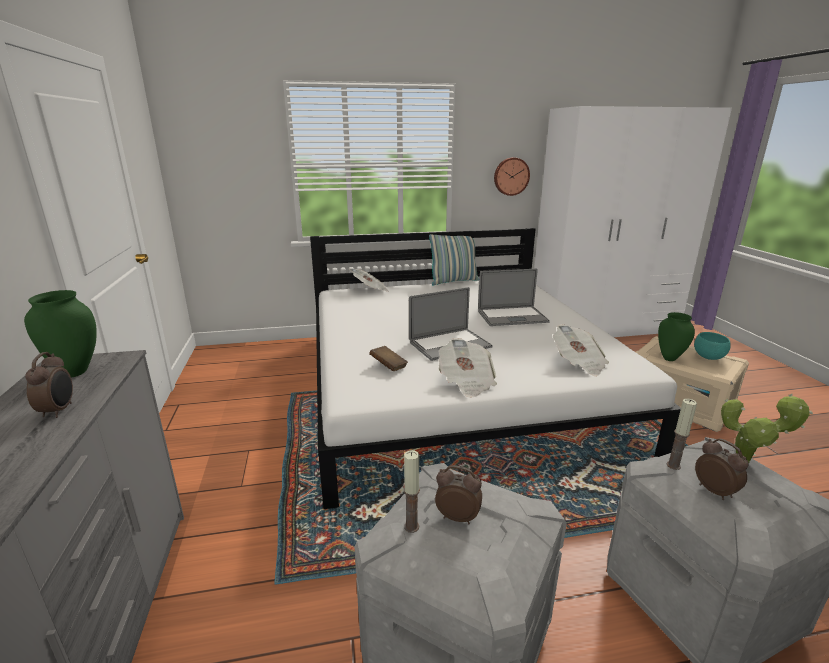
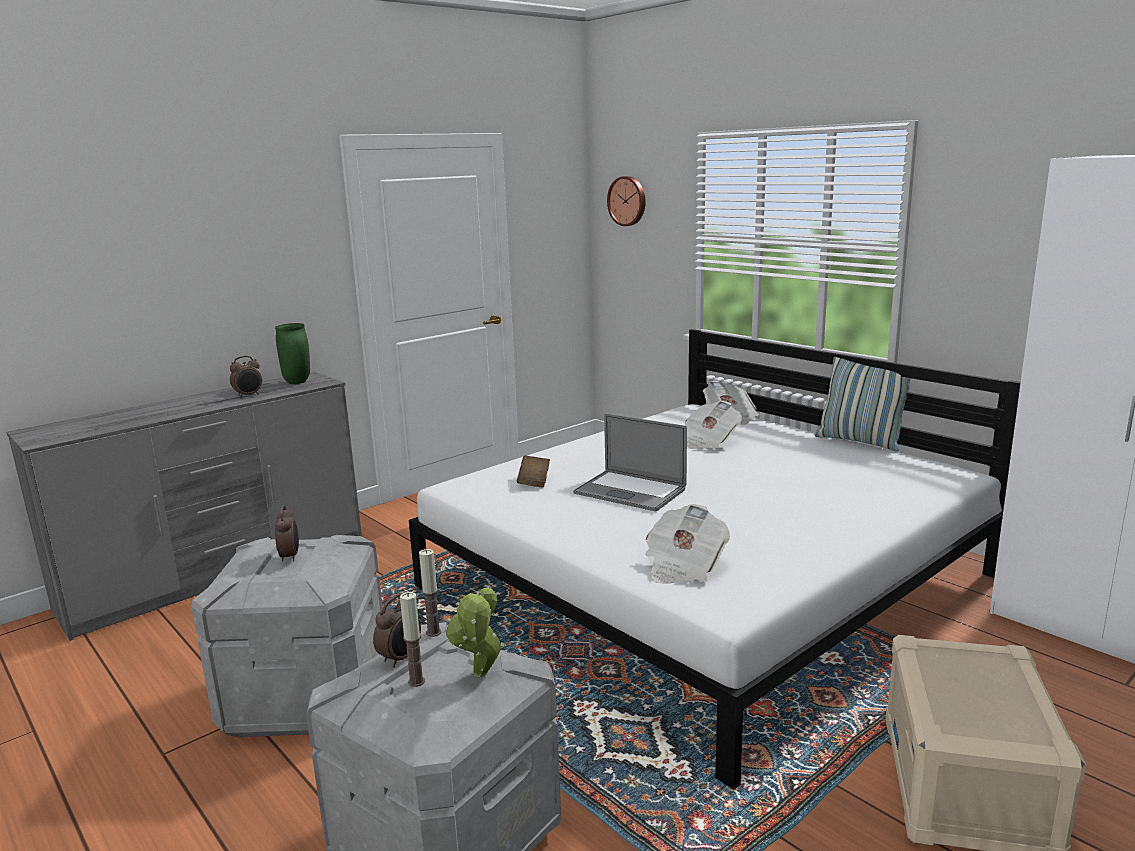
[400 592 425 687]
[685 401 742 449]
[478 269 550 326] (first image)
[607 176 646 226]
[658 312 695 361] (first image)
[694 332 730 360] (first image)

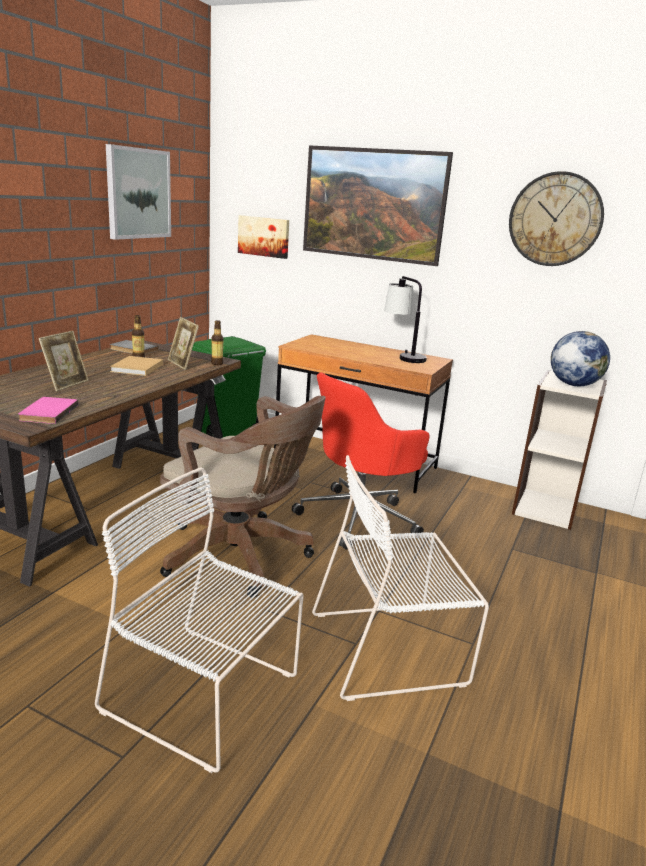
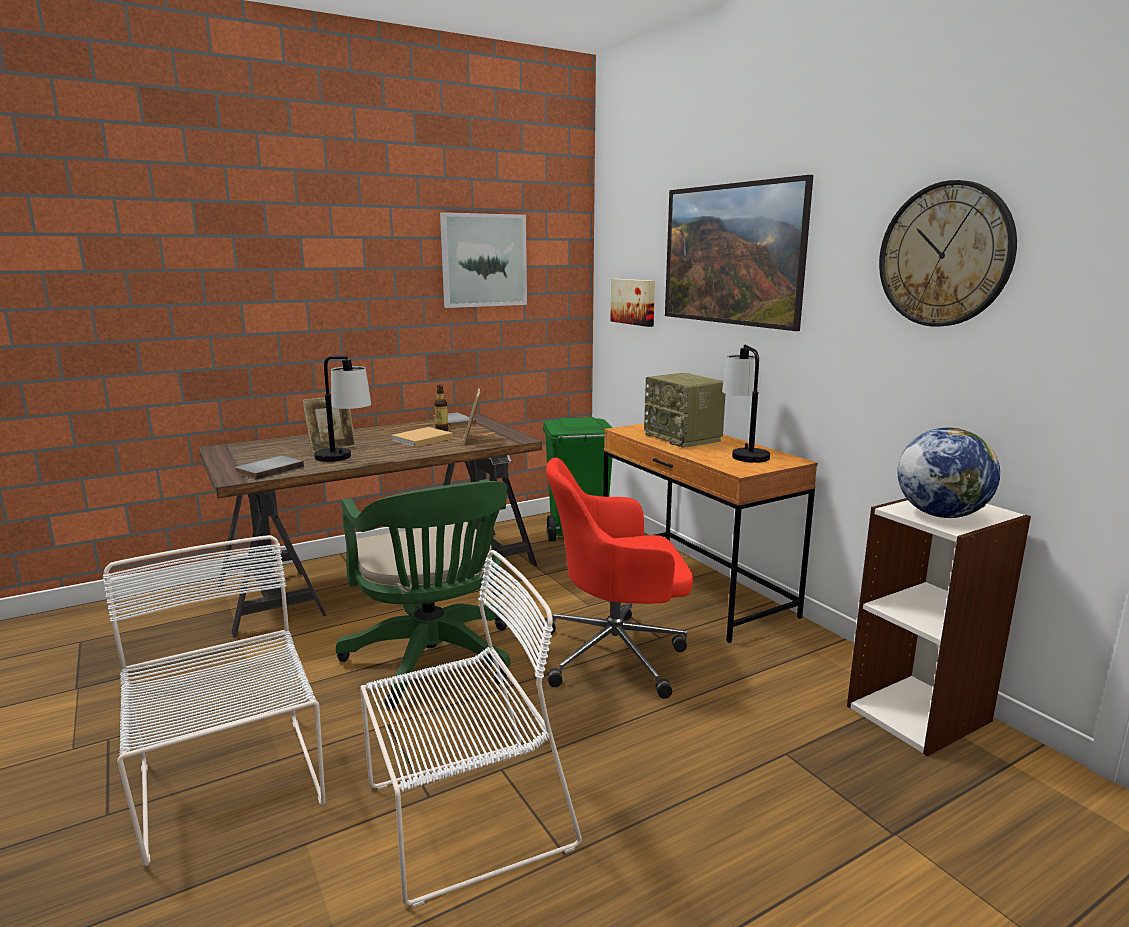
[235 456 304 480]
[336 479 510 708]
[211 320 224 365] (first image)
[360 550 582 907]
[314 356 371 462]
[644 373 725 448]

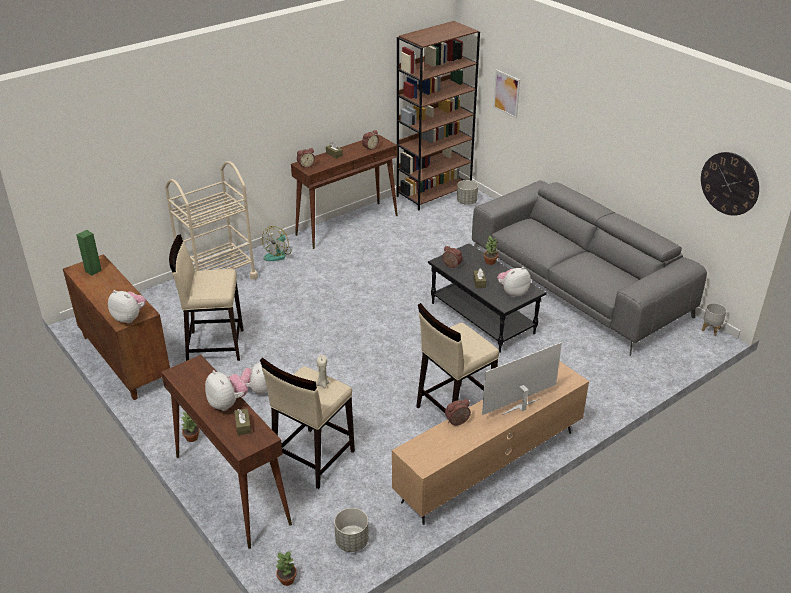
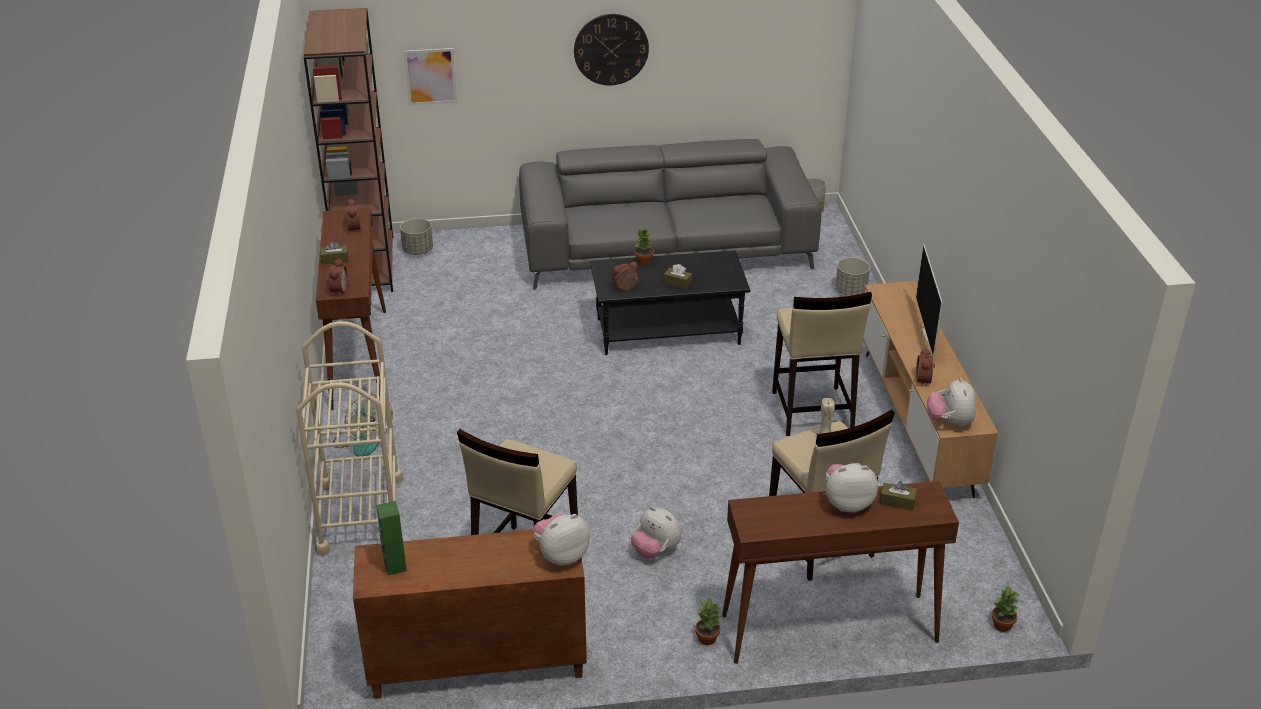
[835 257 870 296]
[927 378 976 428]
[574 14 649 85]

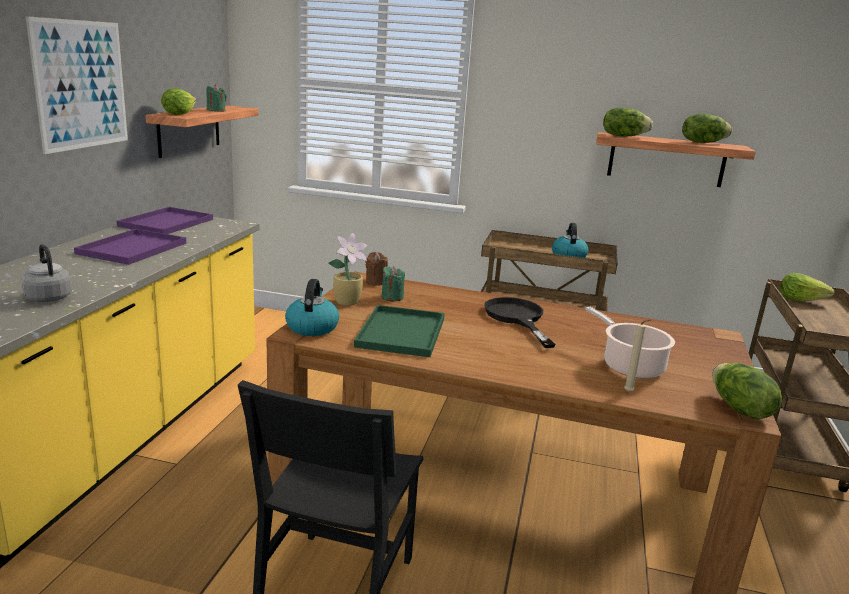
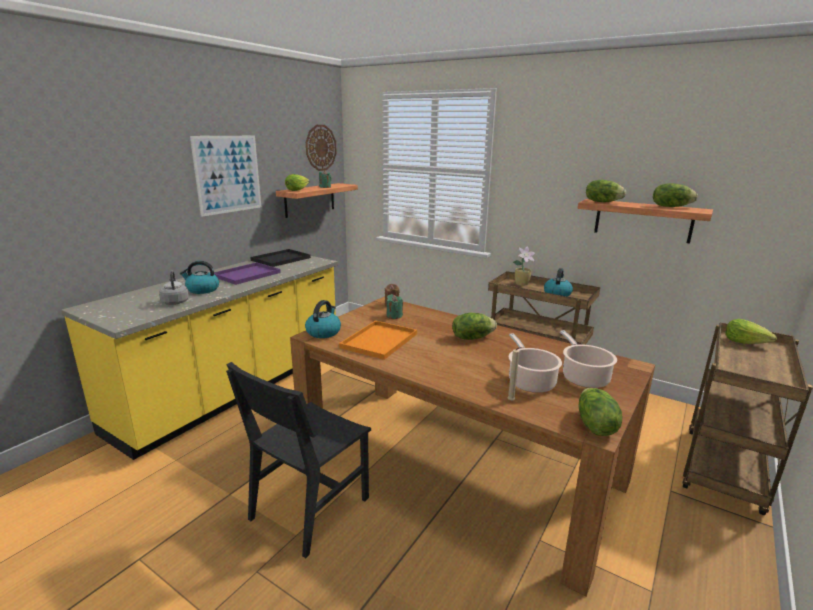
[250 249 311 267]
[513 246 535 286]
[339 321 417 360]
[452 313 497 340]
[180 261 219 294]
[306 125 337 171]
[560 330 617 388]

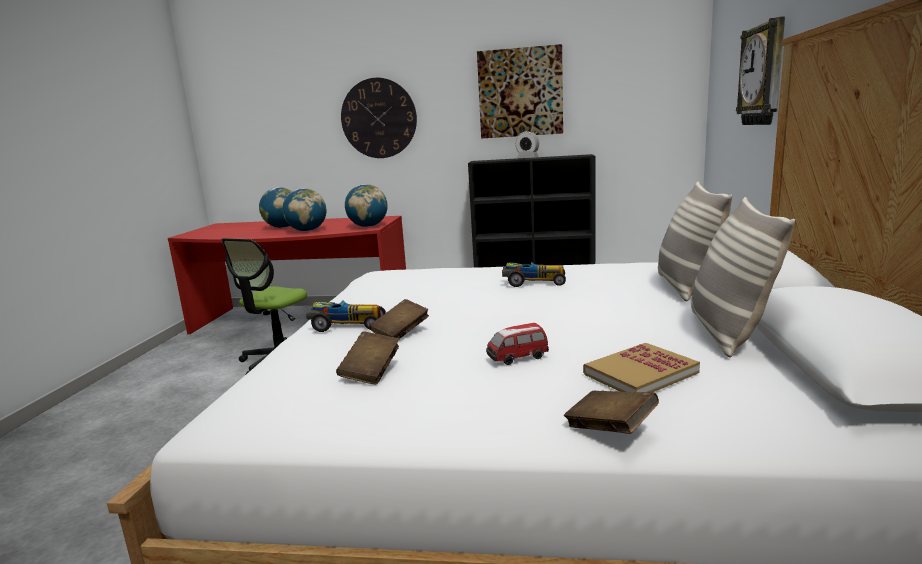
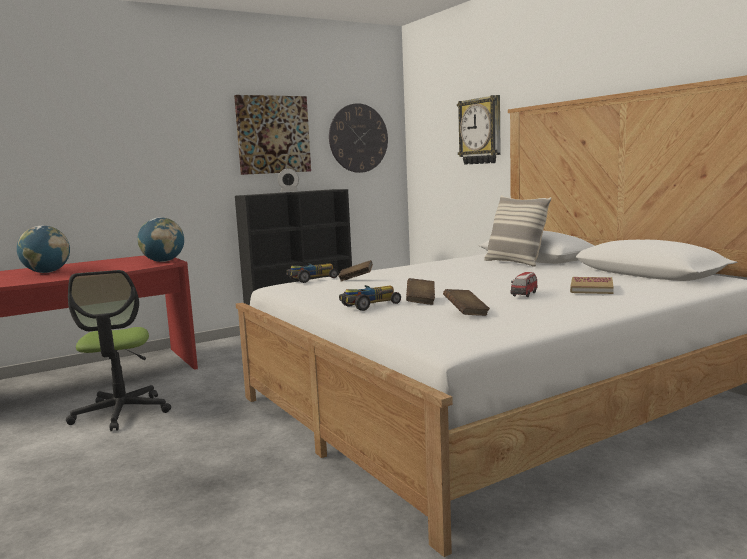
[282 188 326 231] (first image)
[329 103 388 173]
[286 263 338 283]
[338 260 373 282]
[691 197 795 357] (first image)

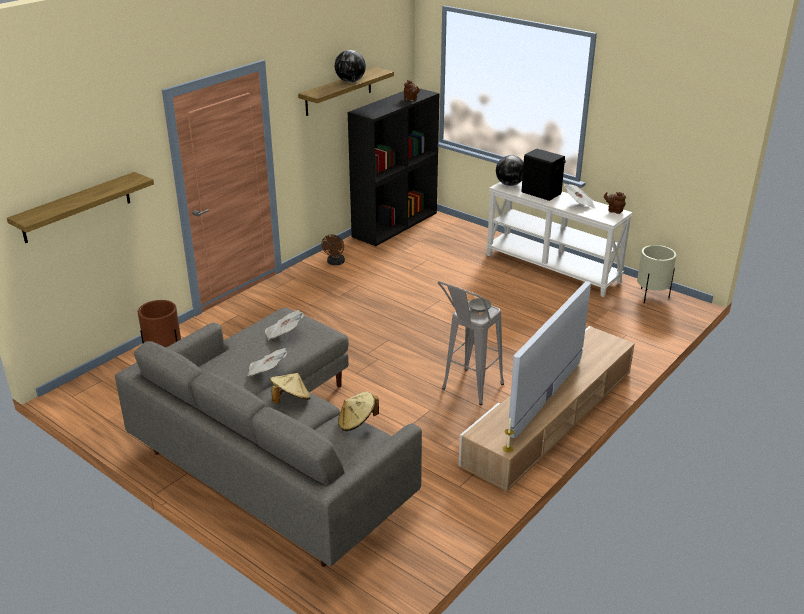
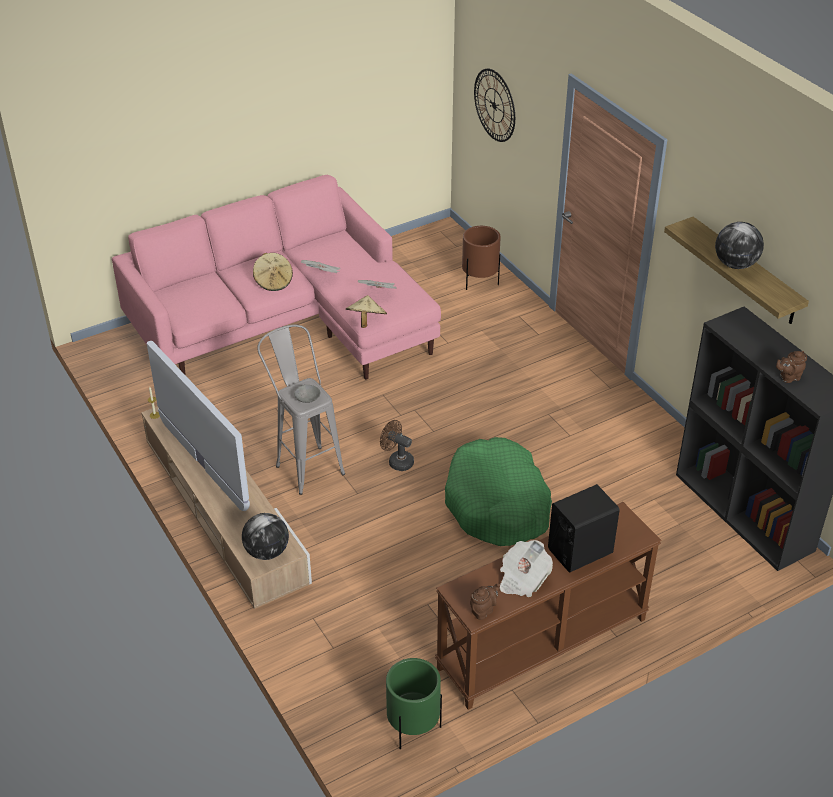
[474 69 515 142]
[112 175 441 379]
[380 420 414 471]
[346 295 387 328]
[435 502 662 710]
[242 513 289 560]
[386 658 442 749]
[445 437 552 546]

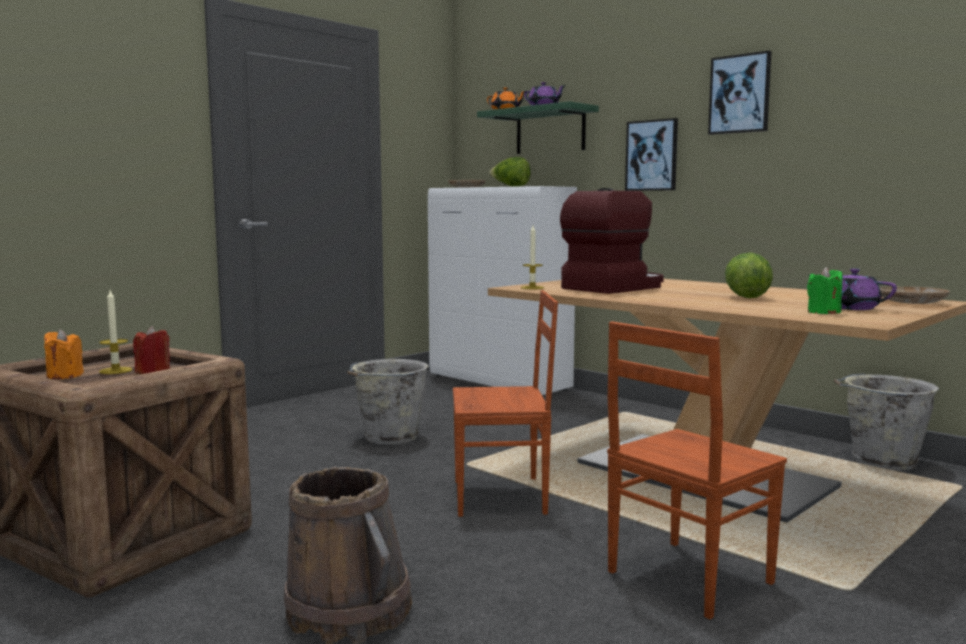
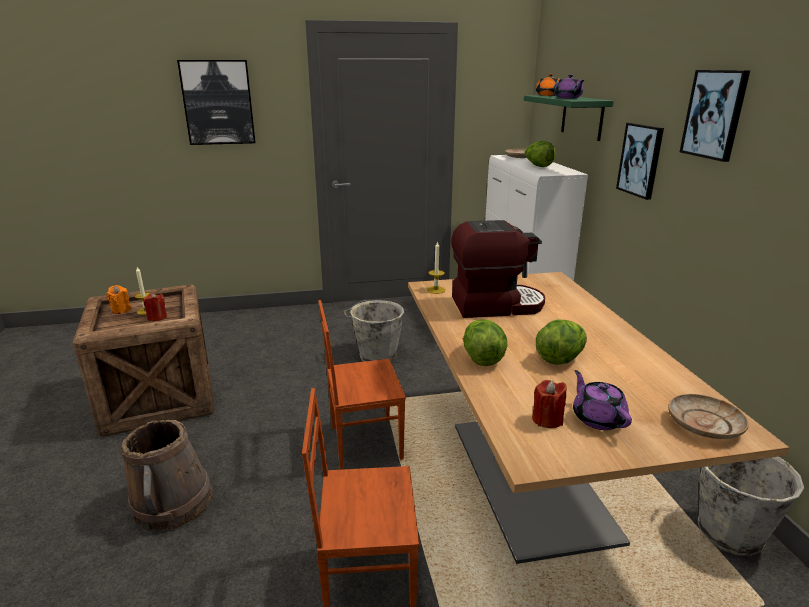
[318 300 406 470]
[532 380 567 428]
[177 60 256 145]
[463 319 508 366]

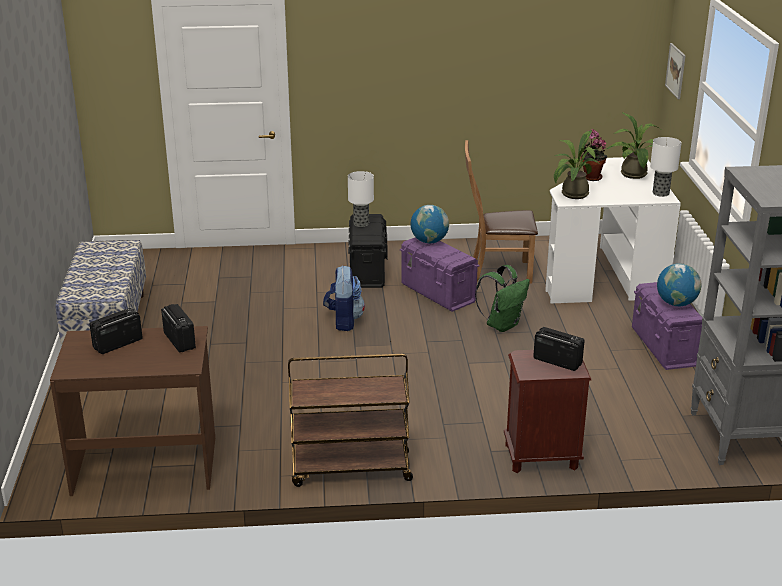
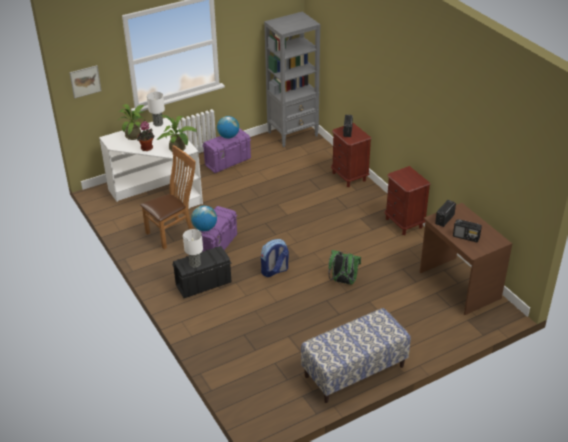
[385 166 431 235]
[140 145 196 249]
[328 250 361 284]

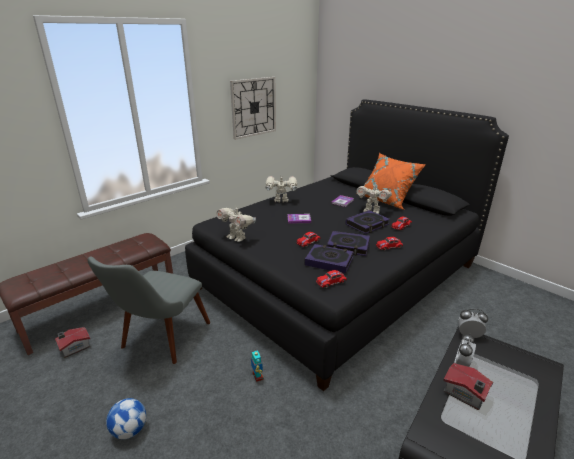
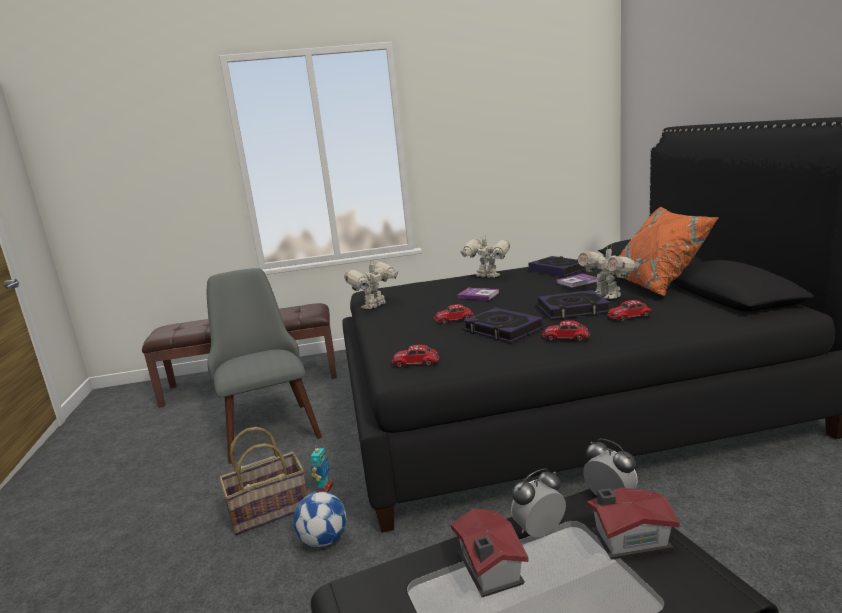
[587 487 680 560]
[207 268 322 464]
[293 491 346 547]
[344 260 398 309]
[230 77 276 140] (first image)
[528 256 586 277]
[219 427 307 535]

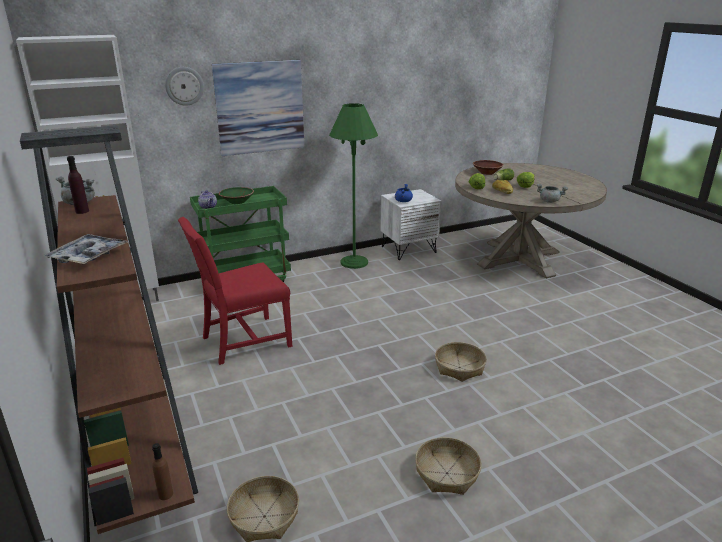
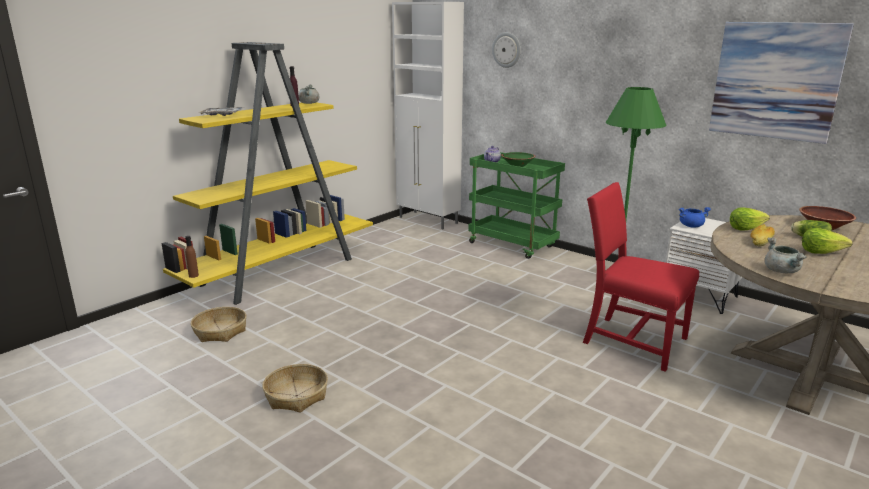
[162 42 373 305]
[583 182 699 372]
[709 22 854 144]
[435 342 487 382] (first image)

